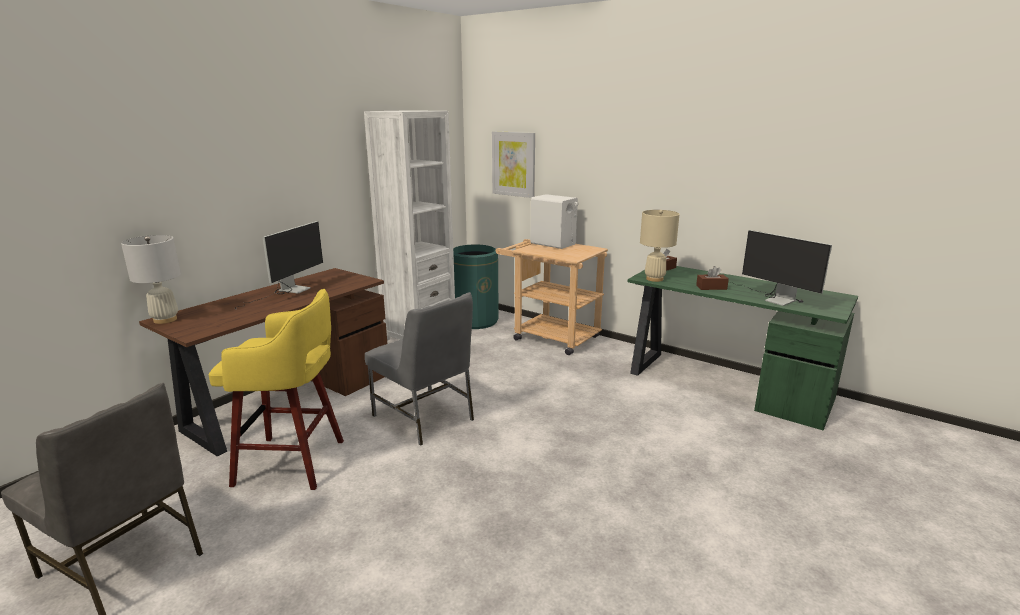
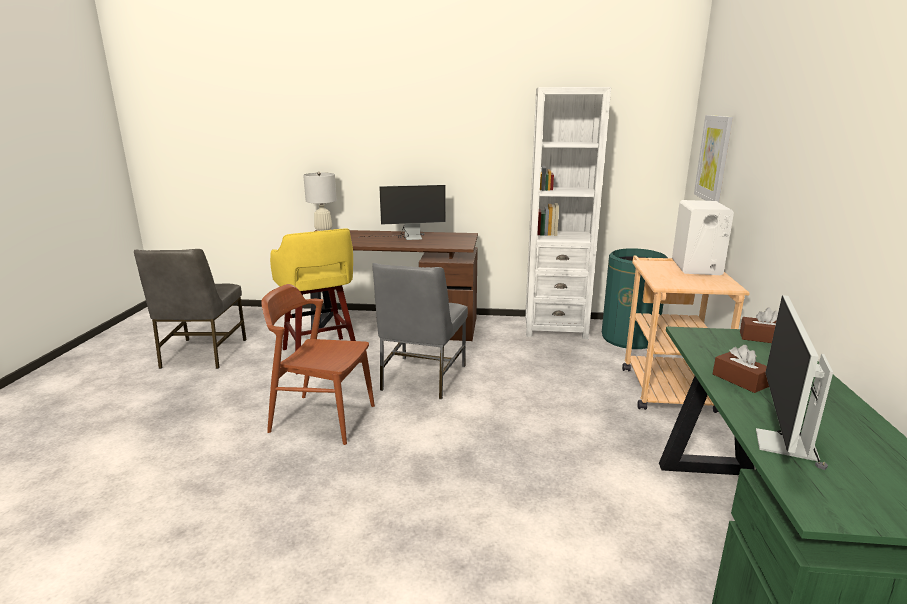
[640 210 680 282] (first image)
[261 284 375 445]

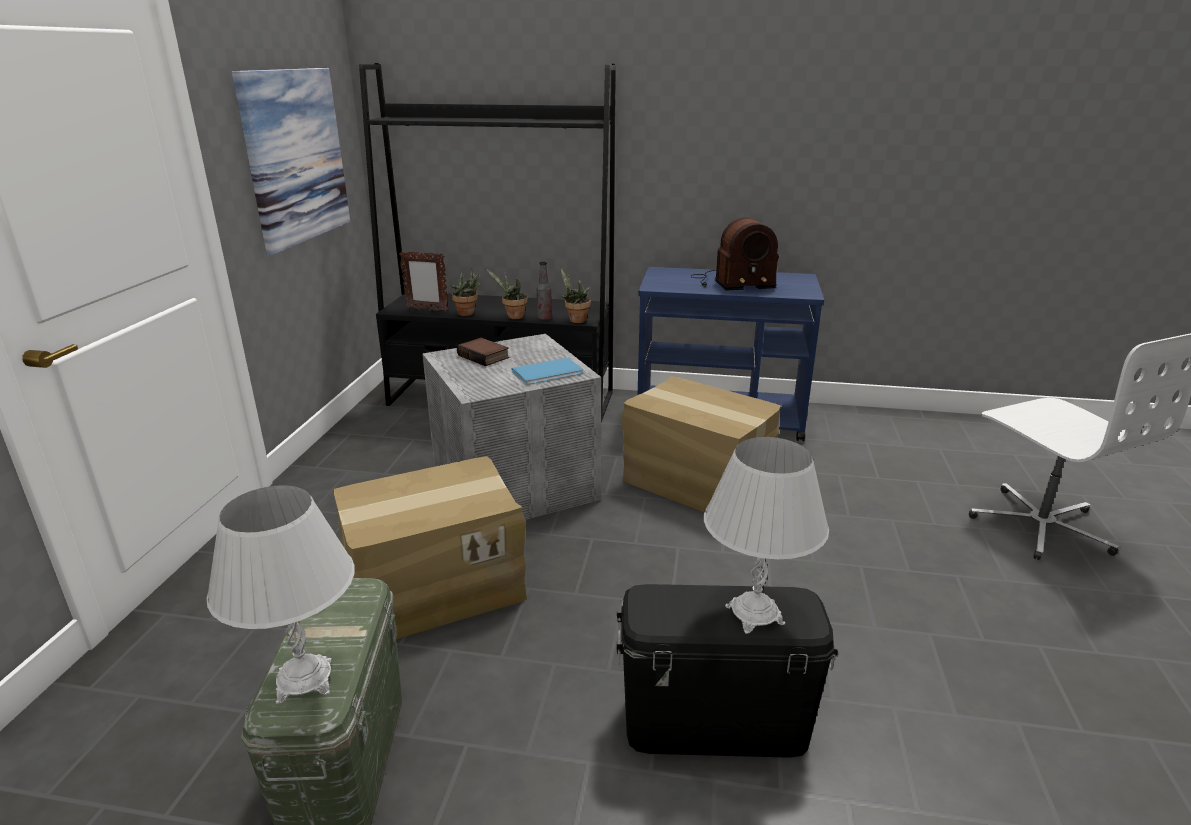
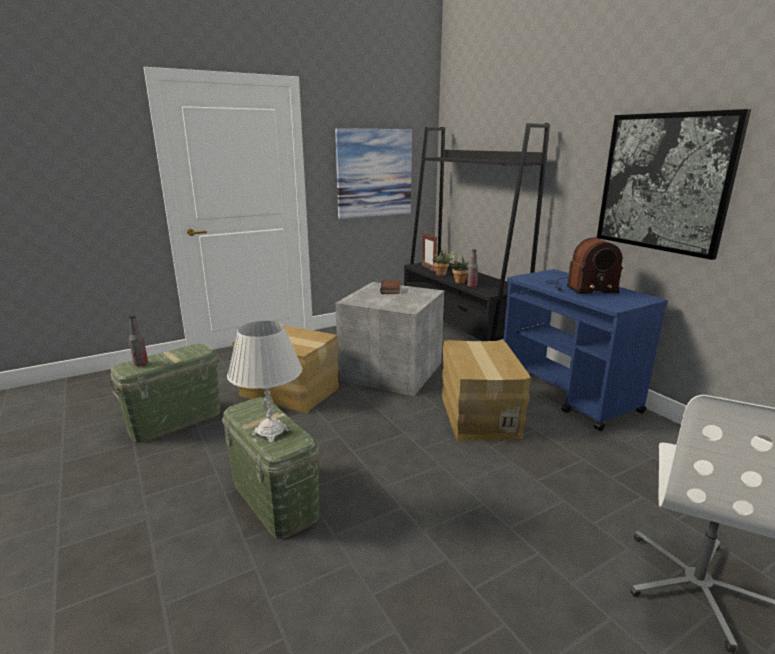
[128 315 148 366]
[511 358 583 385] (first image)
[561 268 591 323] (first image)
[222 397 320 539]
[546 238 623 294]
[597 109 751 260]

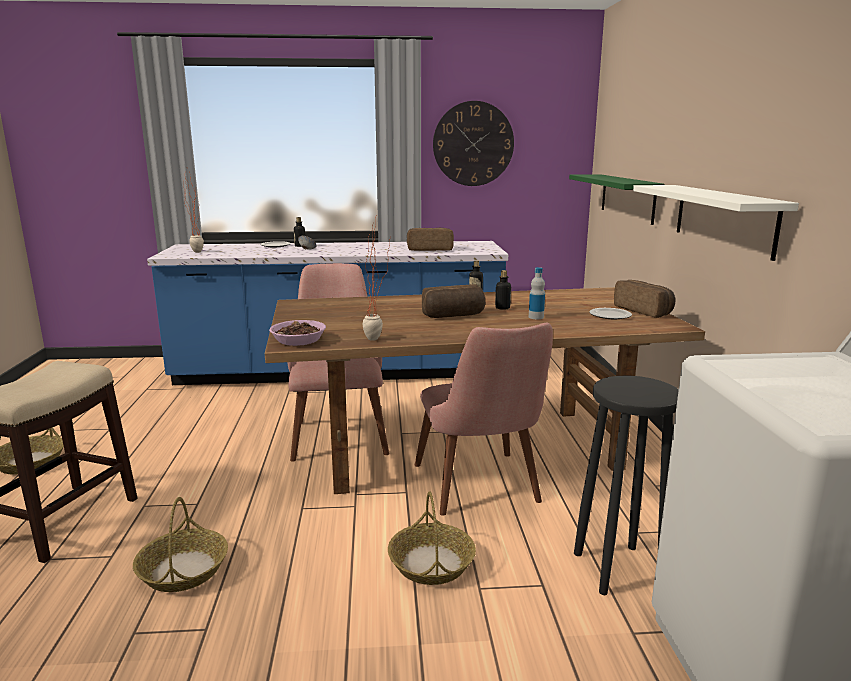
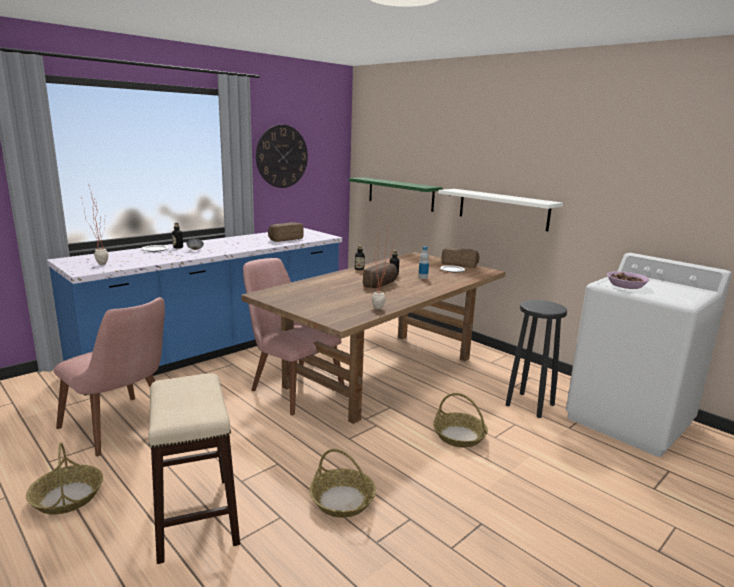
[607 271 649 289]
[54 297 165 456]

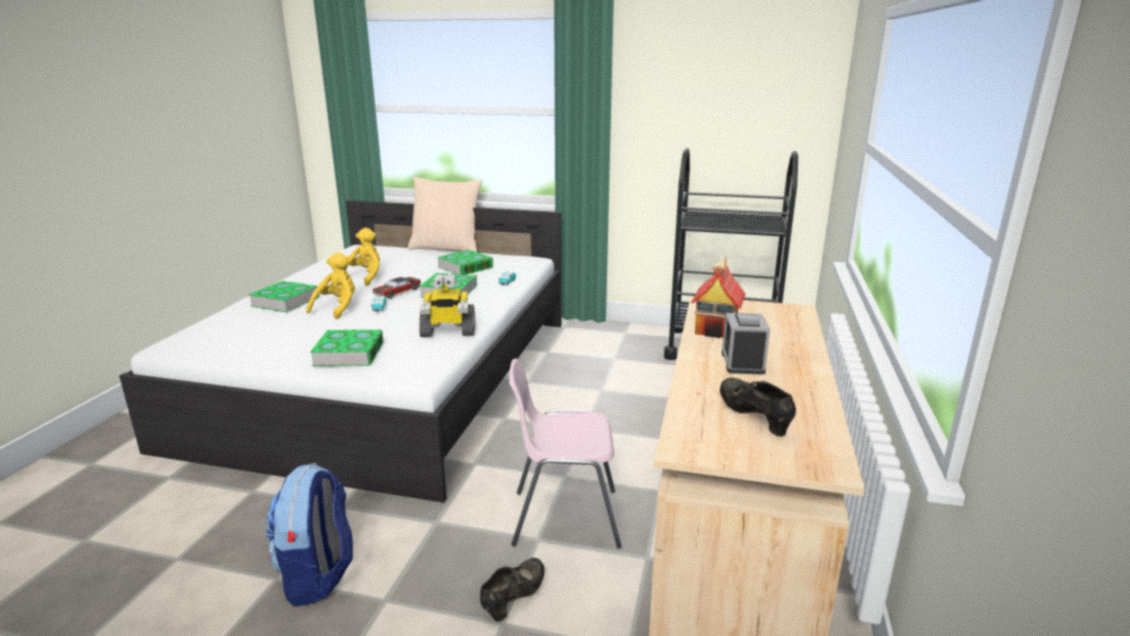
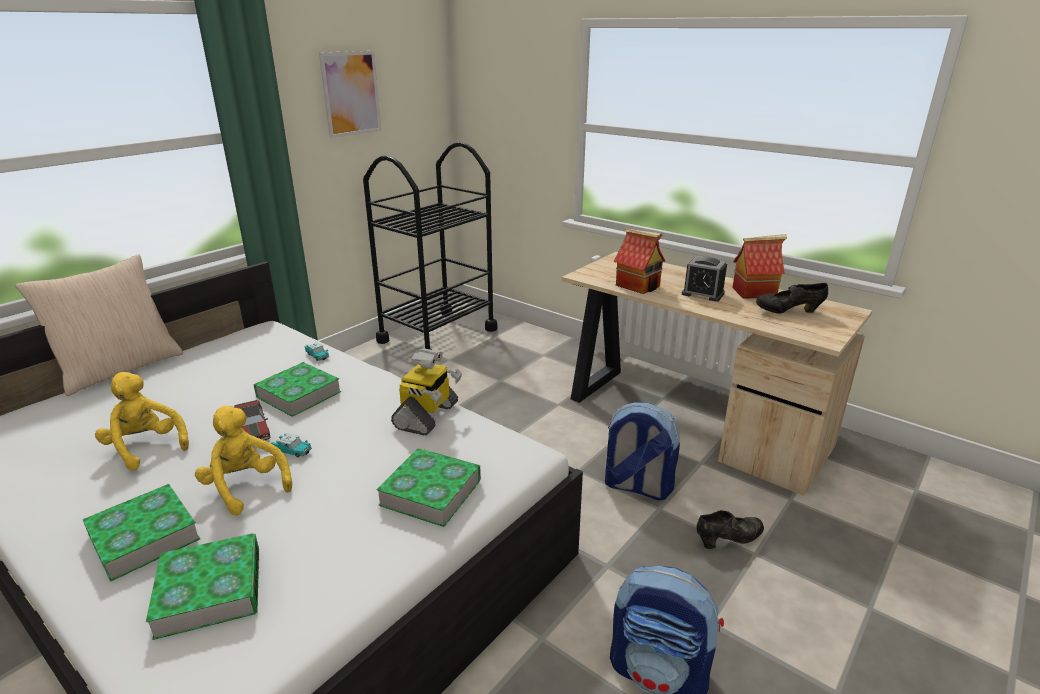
[146 533 259 640]
[697 510 764 549]
[605 402 680 500]
[319 51 382 138]
[732 234 787 299]

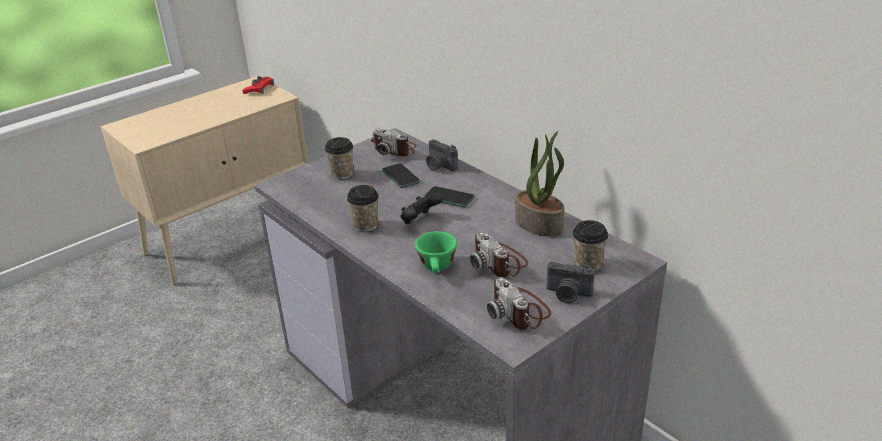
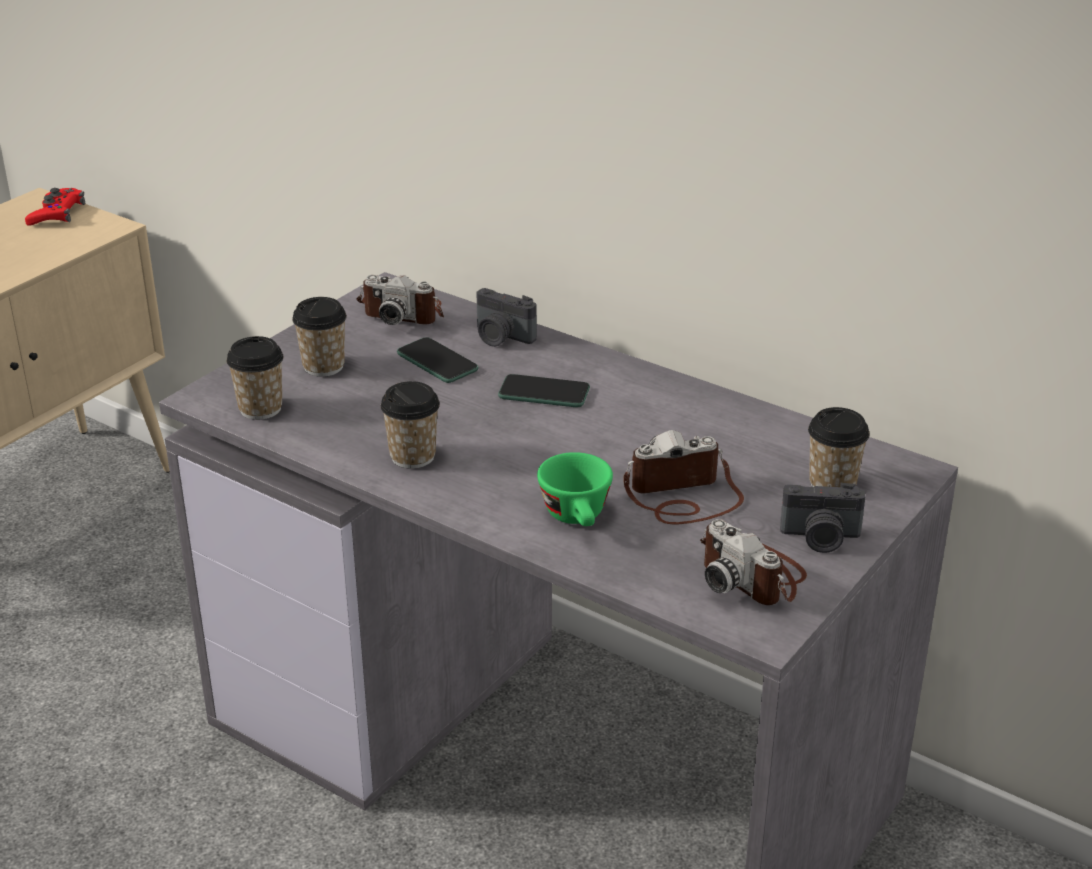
[400 193 443 224] (first image)
[623 430 744 524]
[515 131 564 237] (first image)
[226 336 284 420]

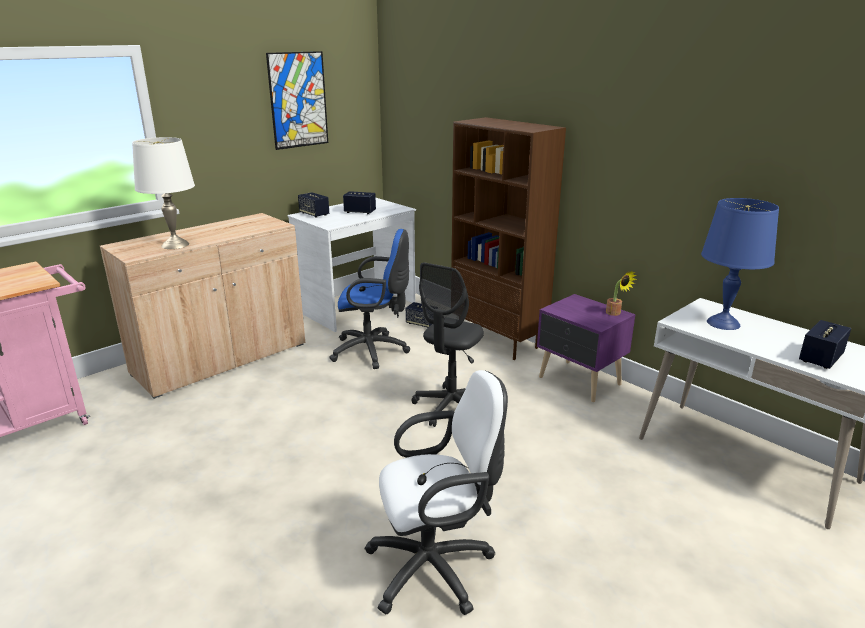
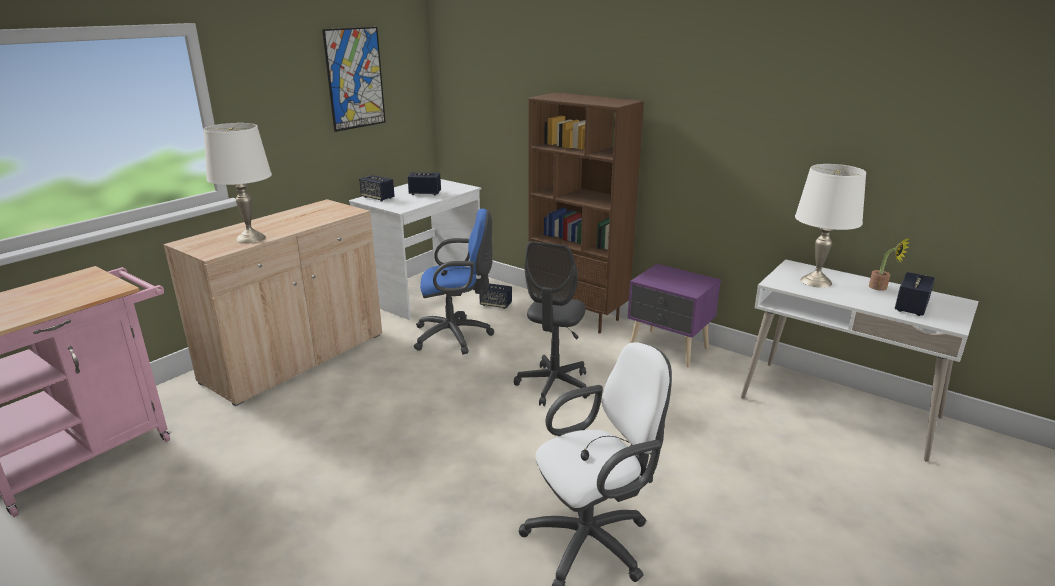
[869 238 910 291]
[795 164 866 288]

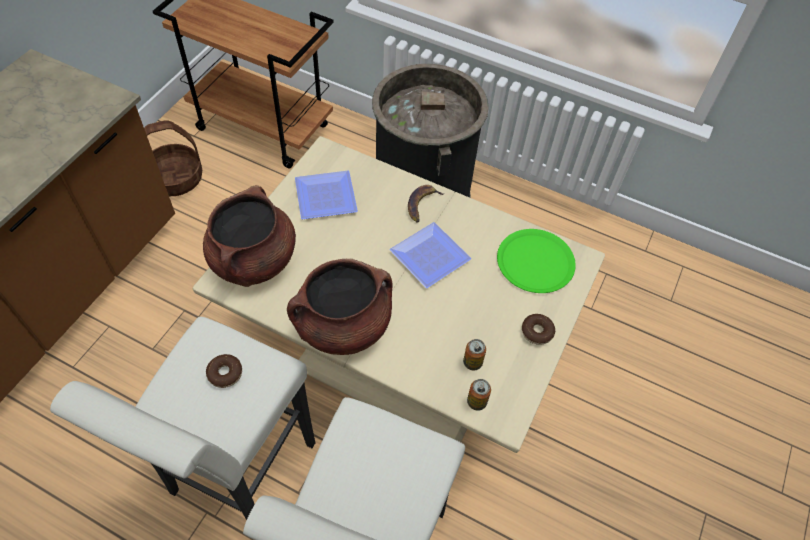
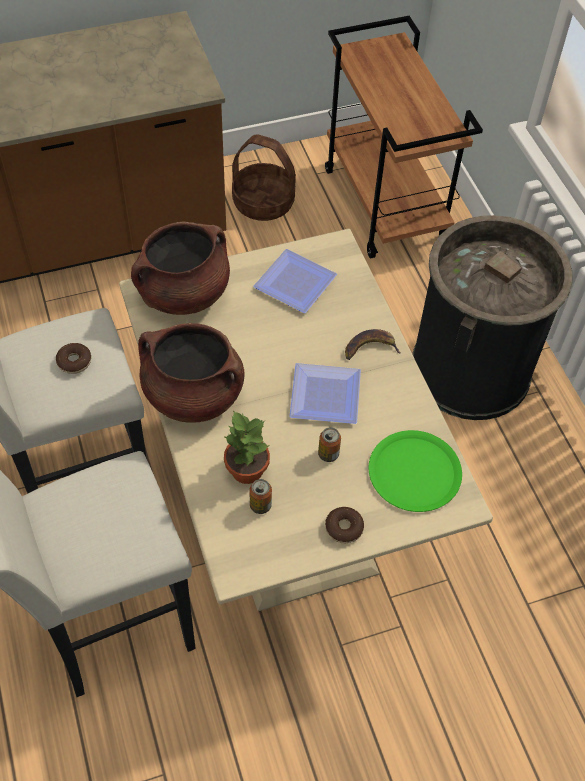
[318 427 341 462]
[224 411 270 484]

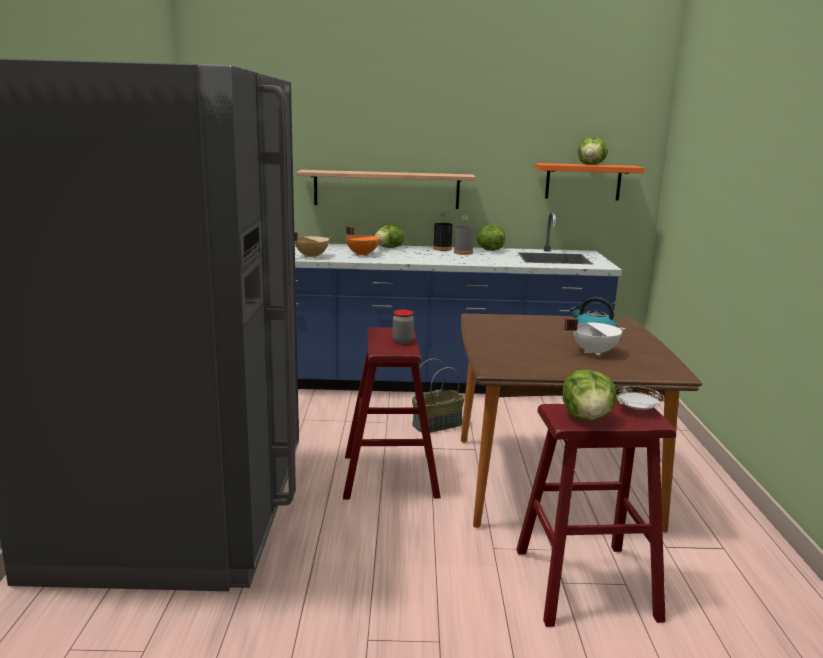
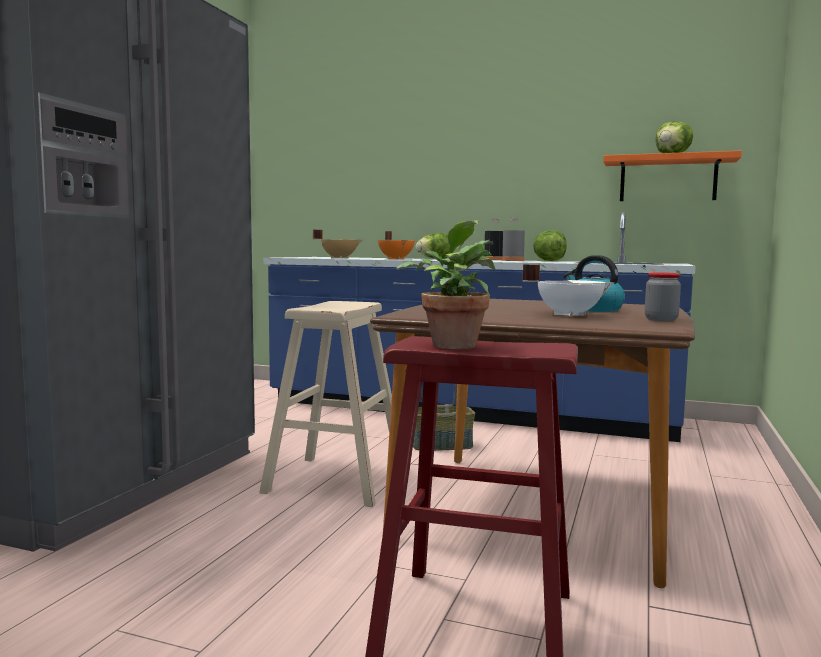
[296 170 476 209] (first image)
[259 301 392 507]
[645 272 681 321]
[397 220 496 349]
[616 386 664 410] (first image)

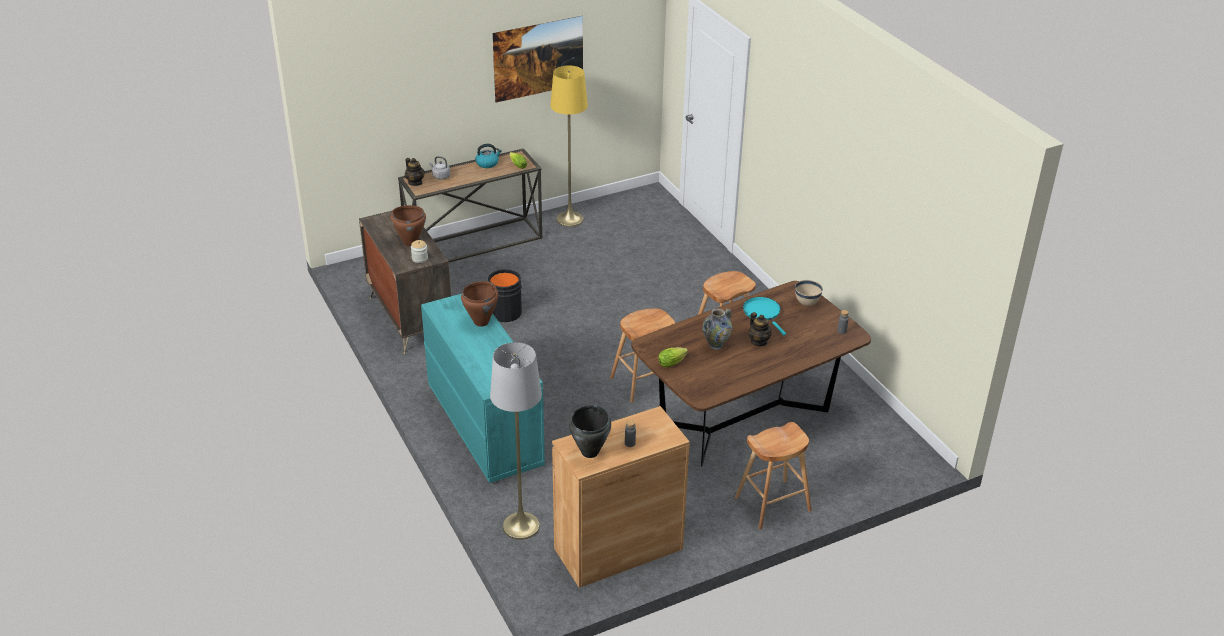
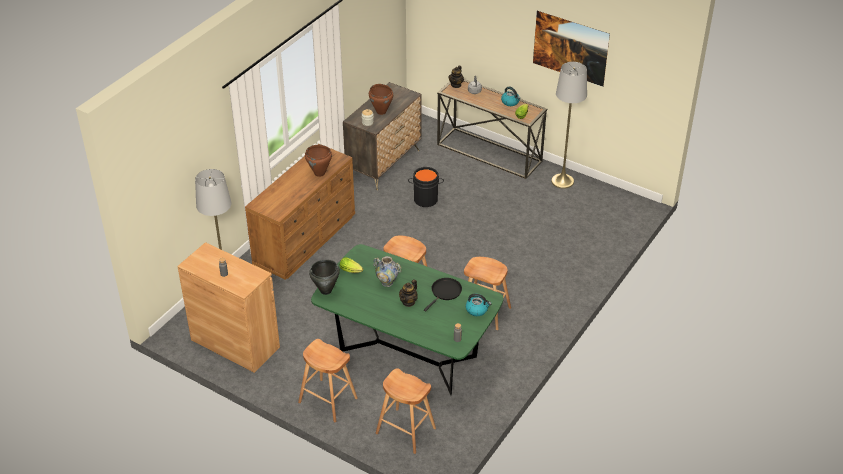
[245 144 355 280]
[551 62 587 189]
[309 260 340 295]
[311 244 503 395]
[424 278 462 311]
[466 294 492 316]
[376 368 436 454]

